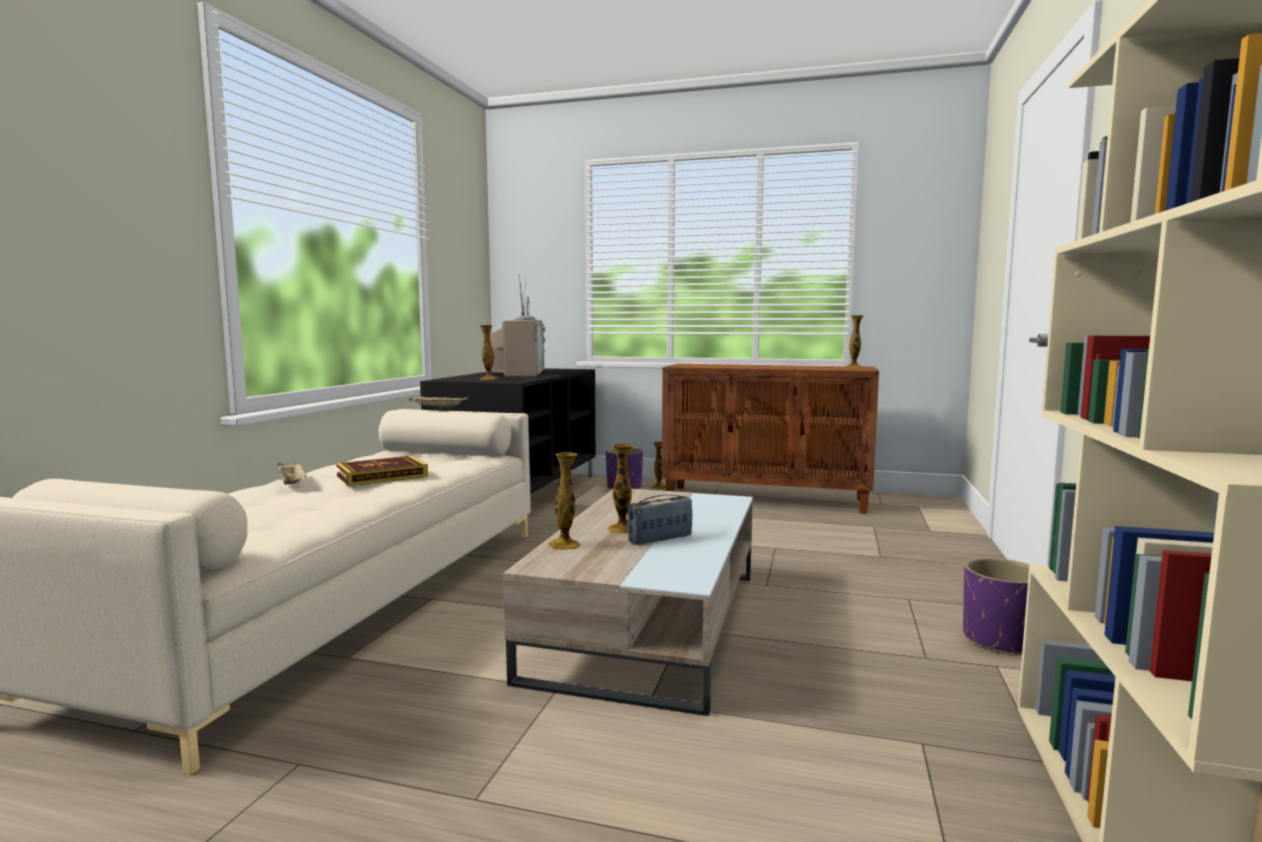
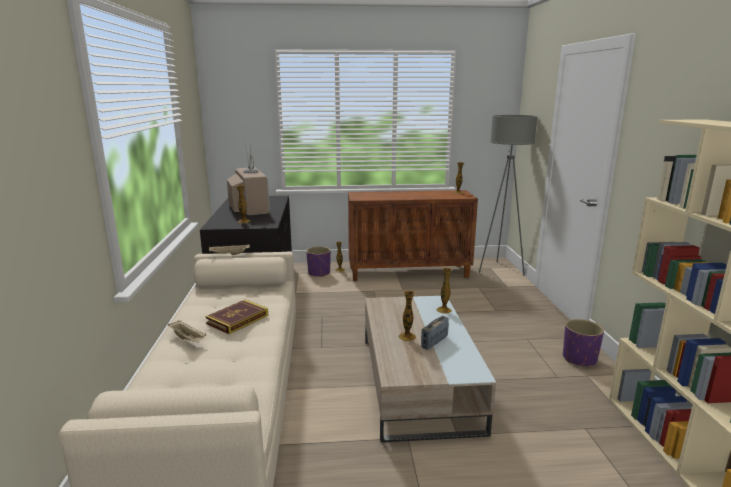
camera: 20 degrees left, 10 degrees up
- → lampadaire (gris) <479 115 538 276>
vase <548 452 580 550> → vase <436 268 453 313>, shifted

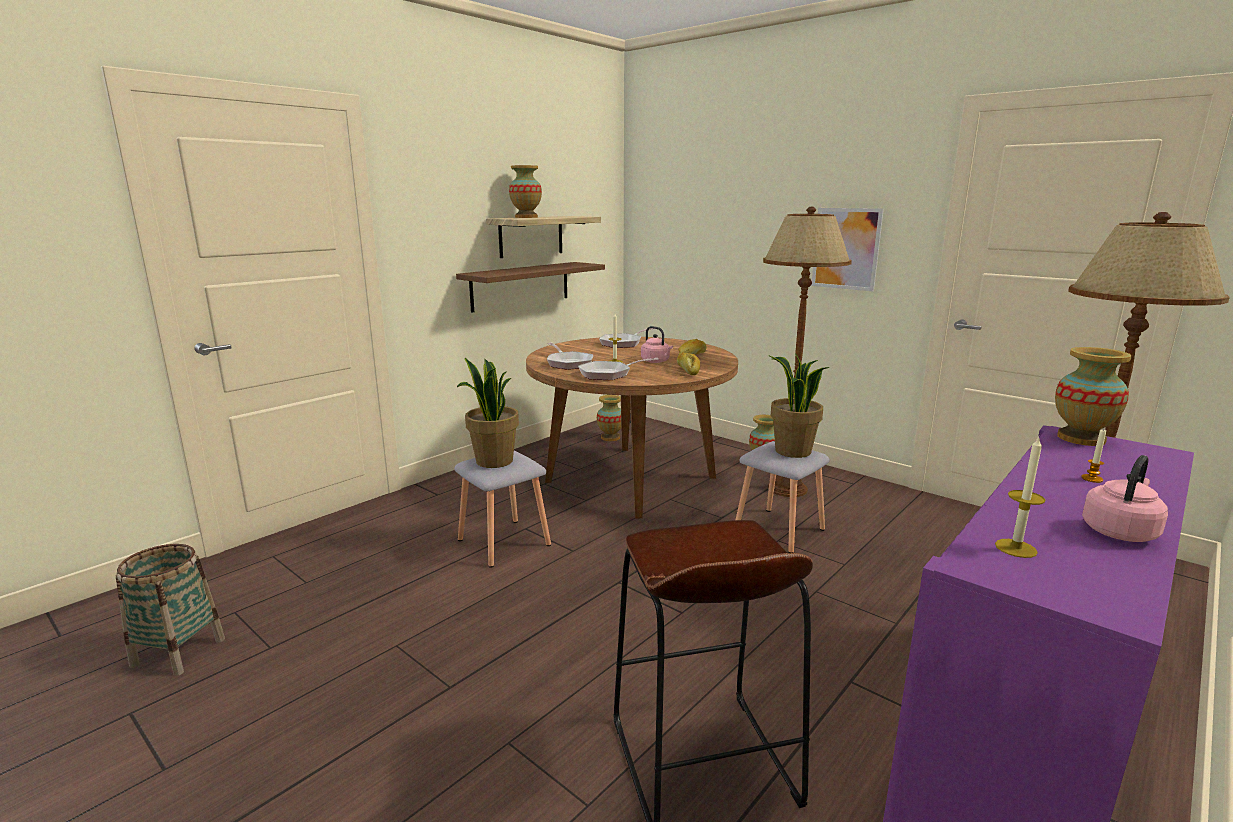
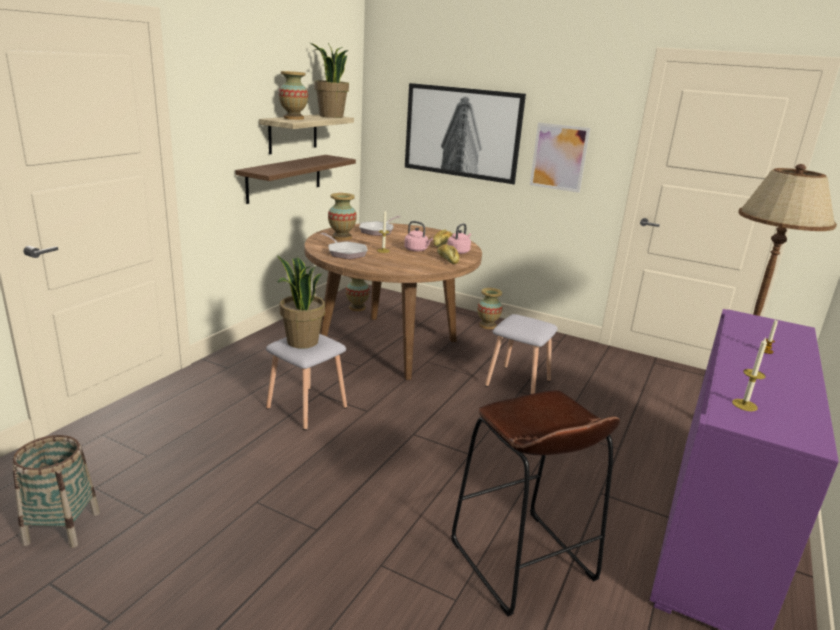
camera: 15 degrees left, 5 degrees up
poêle <578 358 659 380> → -
lampadaire (marron) <763 206 852 497> → -
- → tableau <405 83 526 184>
plante en pot <768 353 830 458> → plante en pot <310 43 349 118>, shifted
vase <1055 347 1132 446> → vase <328 193 357 240>, shifted
bouilloire (rose) <1082 455 1168 542> → bouilloire (rose) <447 223 471 254>, shifted

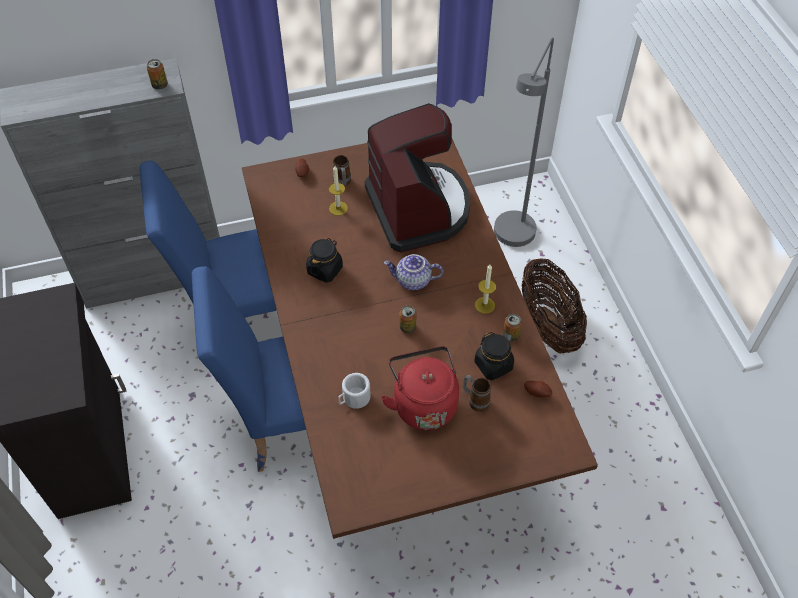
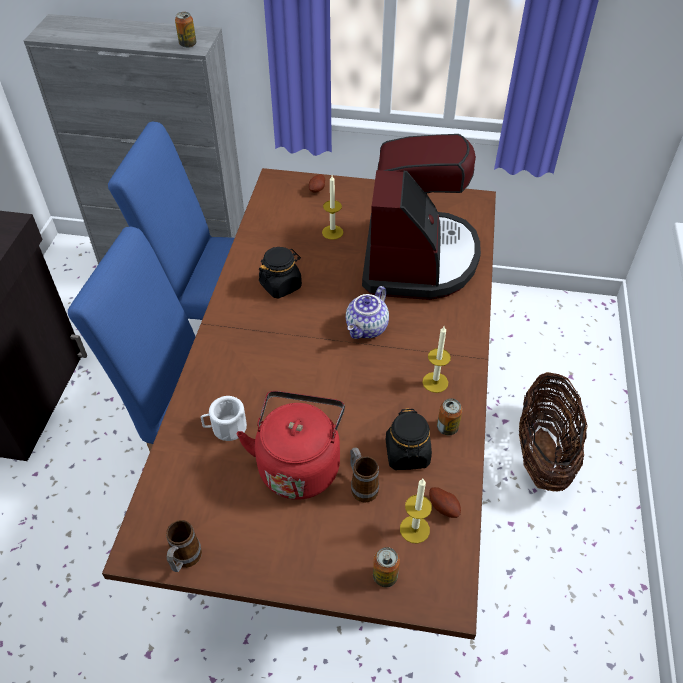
camera: 25 degrees right, 5 degrees down
lampadaire (gris) <494 37 554 247> → -
- → bougie <400 479 432 544>
mug <333 155 351 186> → mug <166 520 202 572>, shifted
boîte métallique <400 306 416 334> → boîte métallique <373 547 400 587>, shifted
théière <384 254 444 290> → théière <346 286 389 339>, 90 degrees counterclockwise

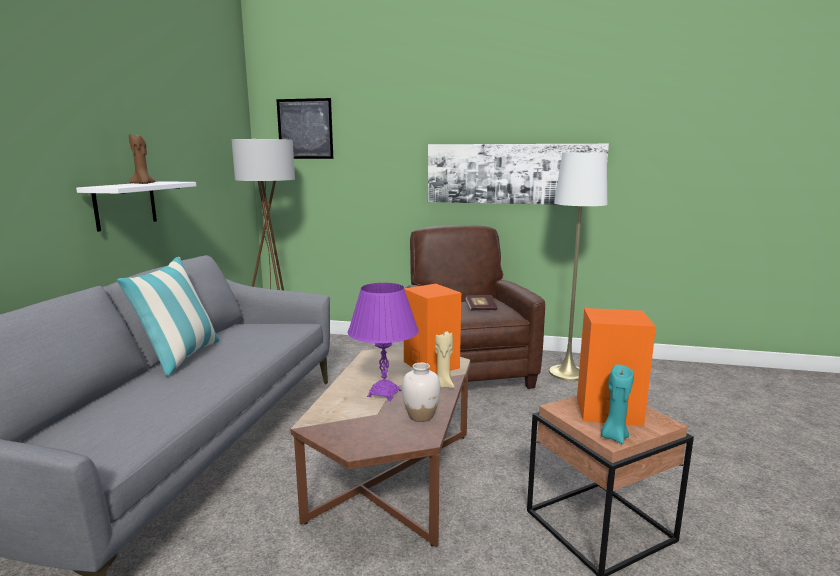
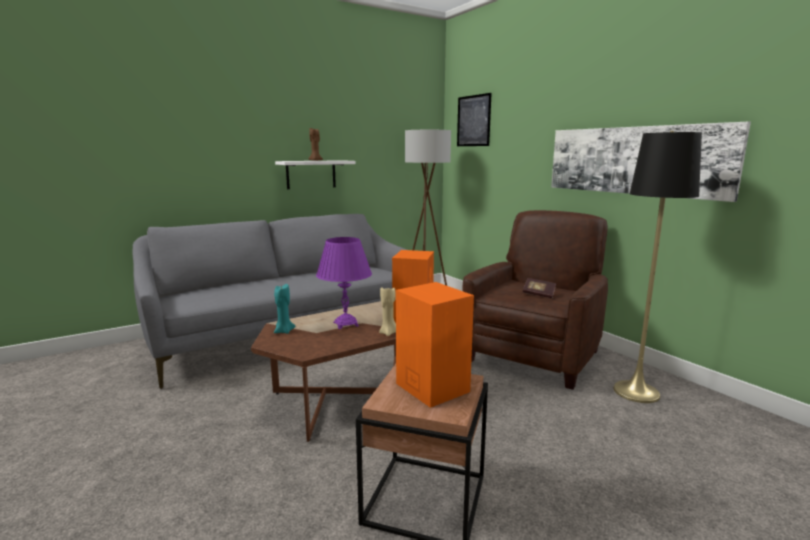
camera: 45 degrees right, 0 degrees up
coussin <117 257 220 376> → -
vase (blanc) <402 363 440 422> → -
bougie (turquoise) <601 365 634 444> → bougie (turquoise) <274 284 296 334>, shifted
lampadaire (blanc) <549 151 607 381> → lampadaire (noir) <613 131 702 403>

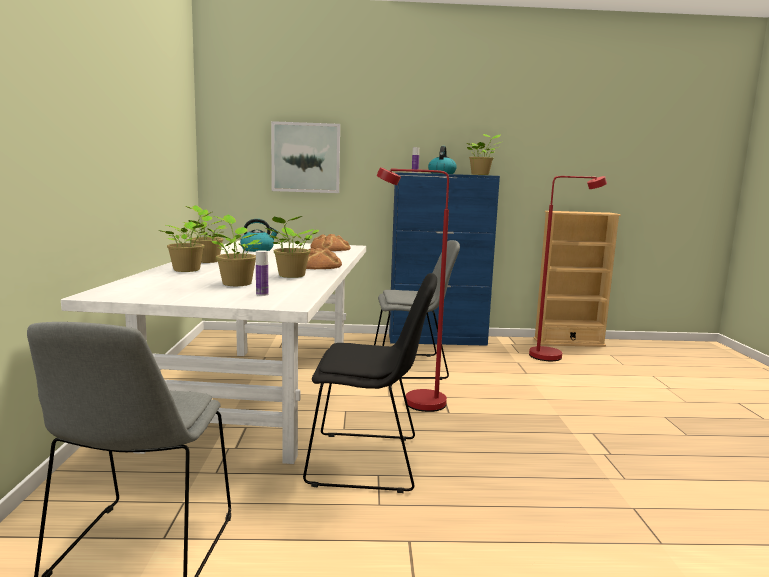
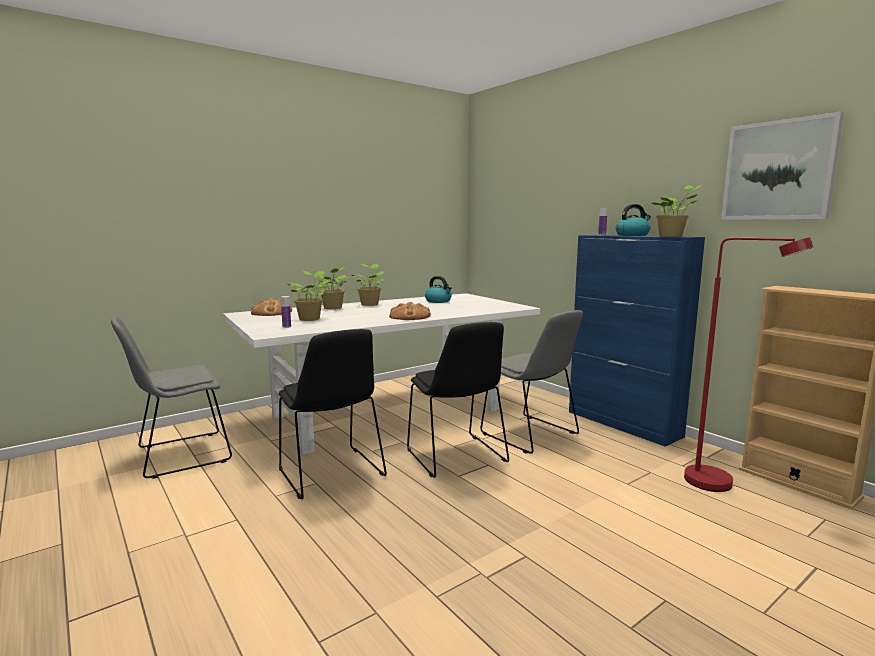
camera: 55 degrees right, 0 degrees up
plante en pot <265 216 319 278> → -
tableau <271 121 340 193> → tableau <721 112 844 220>, shifted
pain <311 234 350 251> → pain <251 298 292 316>, shifted
lampadaire (rouge) <376 167 449 412> → chaise (noir) <407 322 509 478>

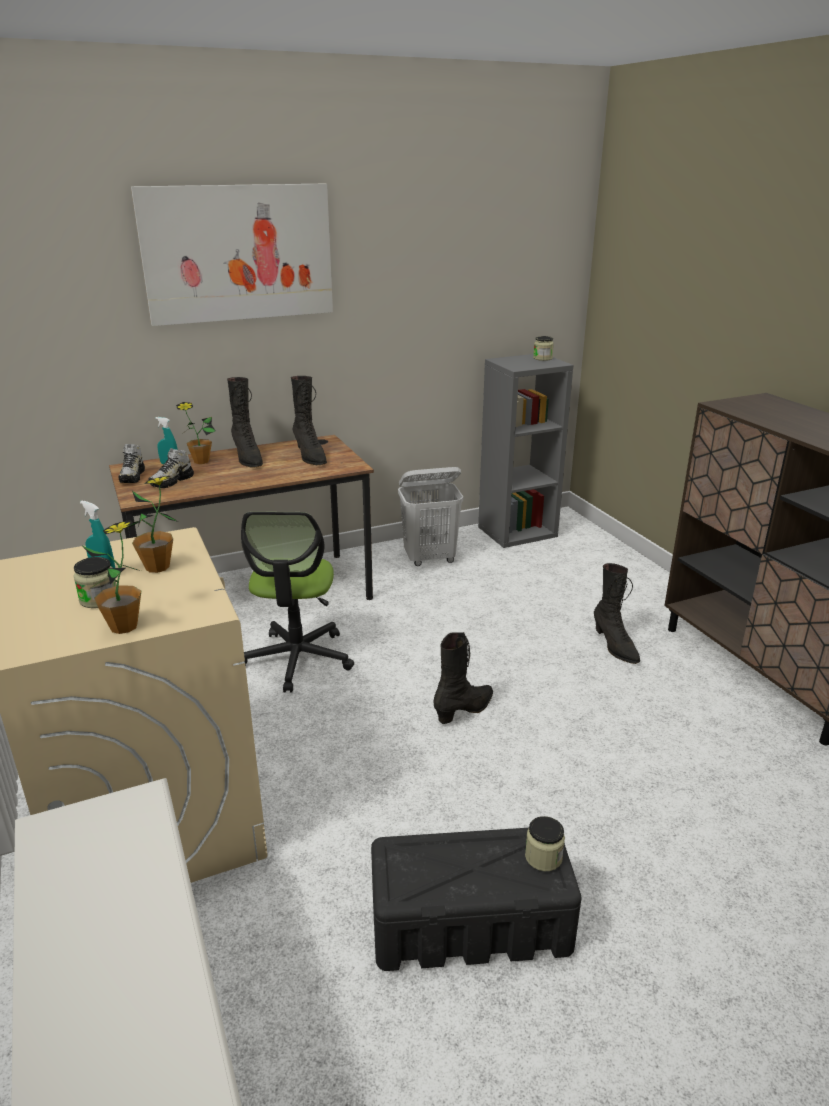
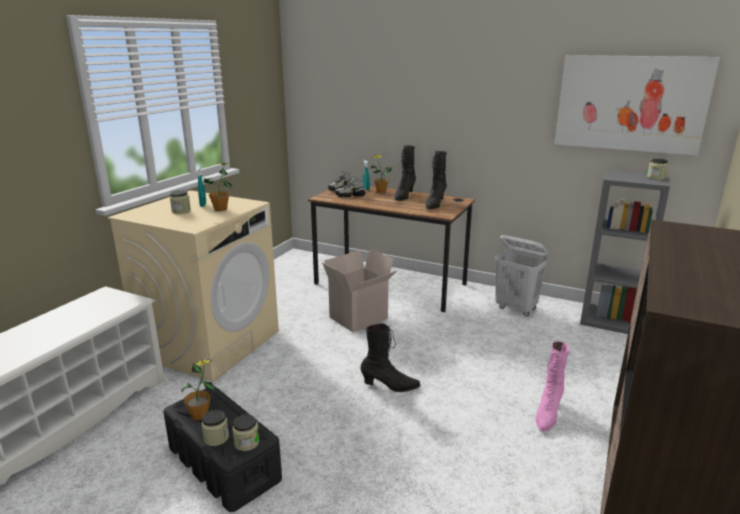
camera: 50 degrees right, 5 degrees down
- → bocal <201 410 229 446>
plante en pot <82 520 141 634> → plante en pot <179 359 215 420>, shifted
tableau <131 184 333 326> → tableau <554 55 720 155>, shifted
chaise de bureau <241 511 354 693> → carton <322 248 397 332>
botte (noir) <594 563 640 664> → botte (rose) <536 341 570 431>

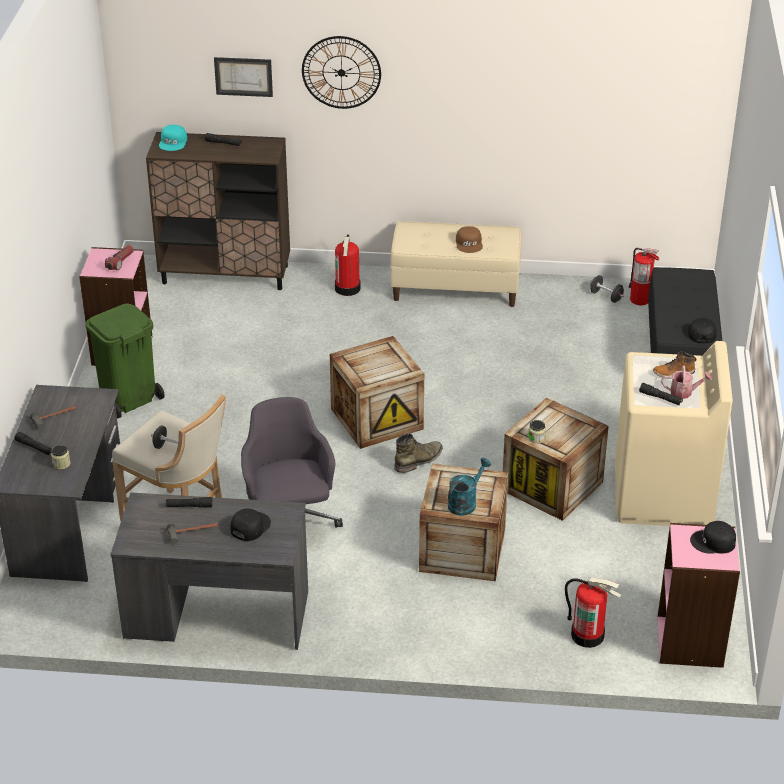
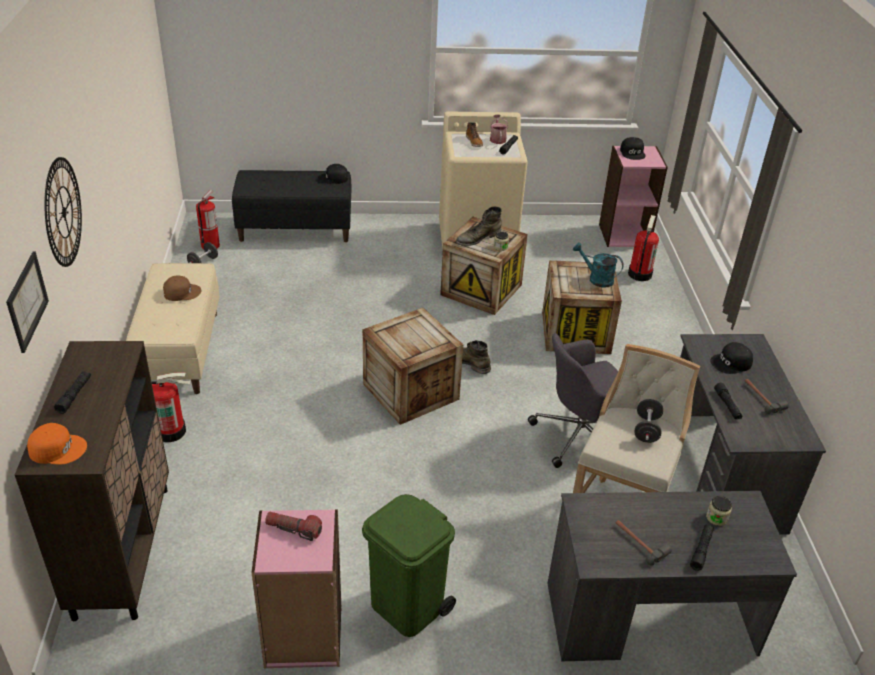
camera: 100 degrees left, 0 degrees up
- → botte (vert) <456 206 502 246>
casquette (turquoise) <159 125 187 151> → casquette (orange) <27 423 87 465>
casquette (noir) <230 508 271 541> → casquette (noir) <710 342 753 374>, 45 degrees counterclockwise

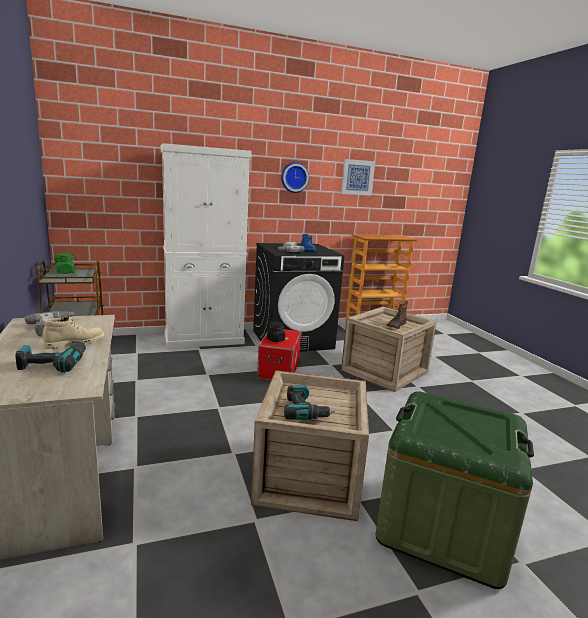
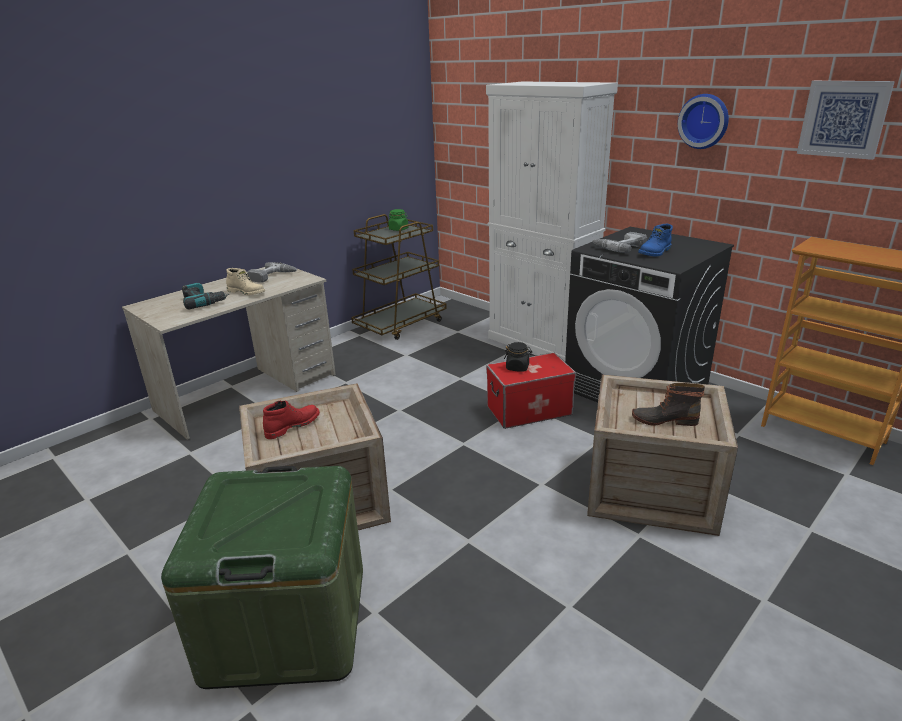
camera: 65 degrees right, 10 degrees up
perceuse <284 385 335 420> → botte (rouge) <263 401 320 439>

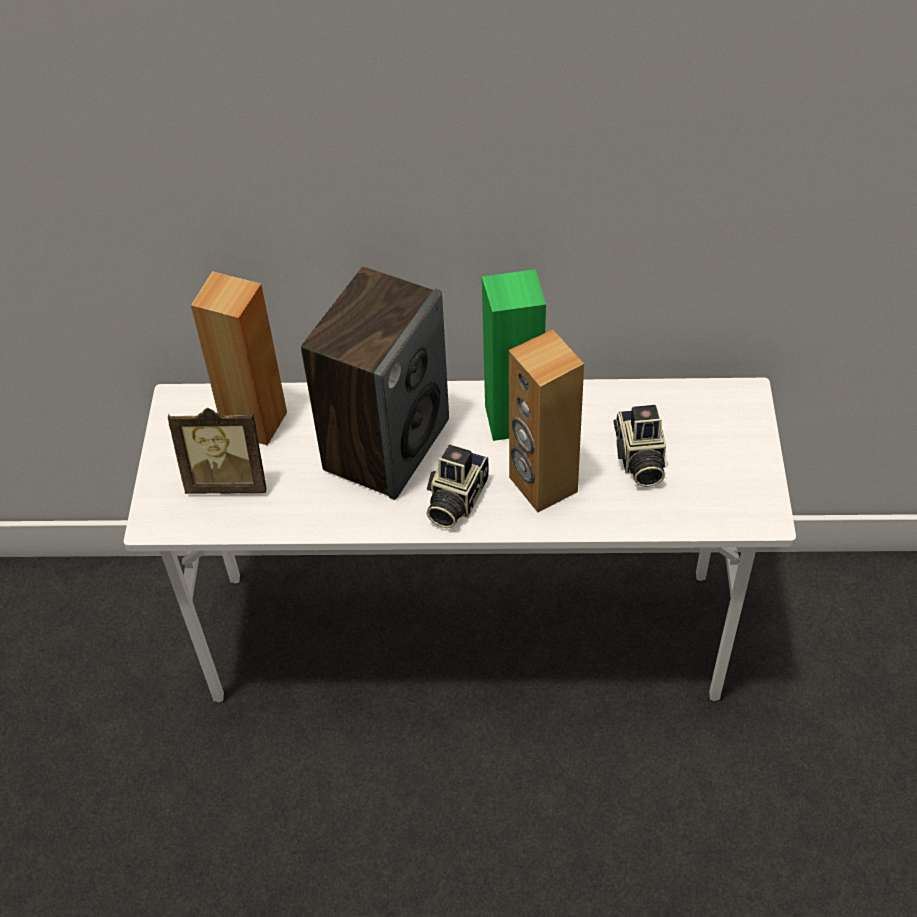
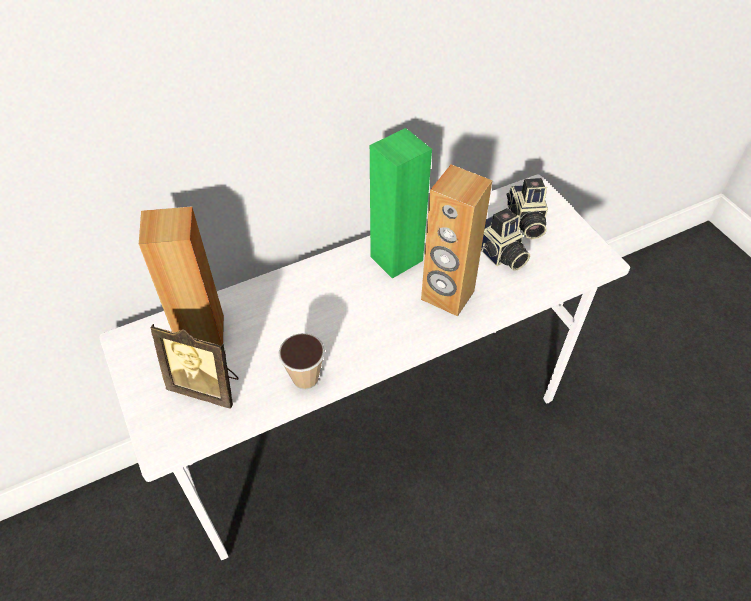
camera: 30 degrees left, 0 degrees up
enceinte <301 267 449 500> → -
- → tasse <278 333 325 390>
appareil photo <426 445 489 528> → appareil photo <507 178 548 239>, shifted
cadre photo <168 408 266 494> → cadre photo <150 324 239 409>, 45 degrees clockwise

